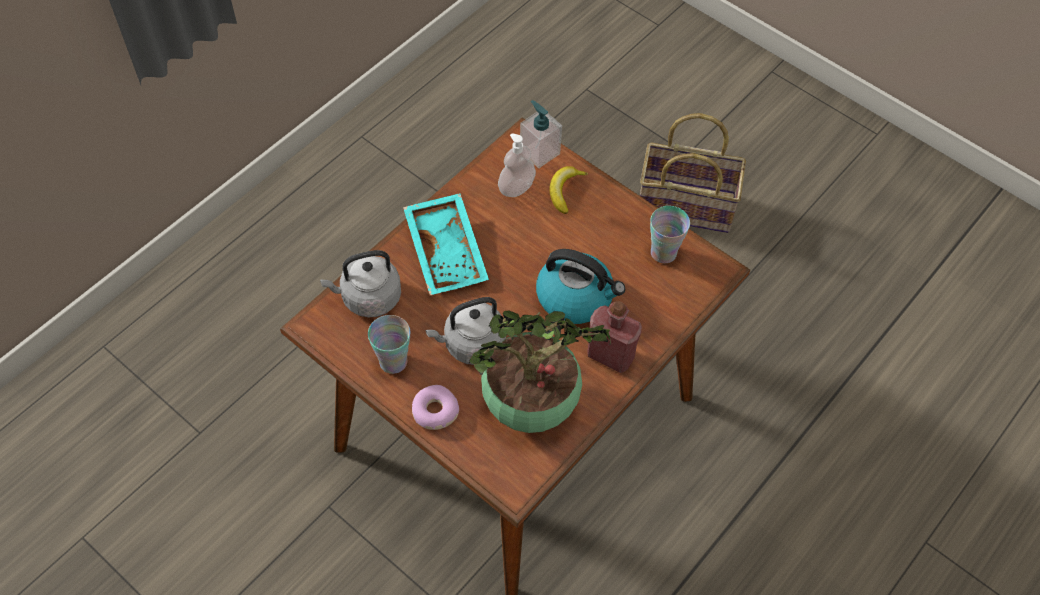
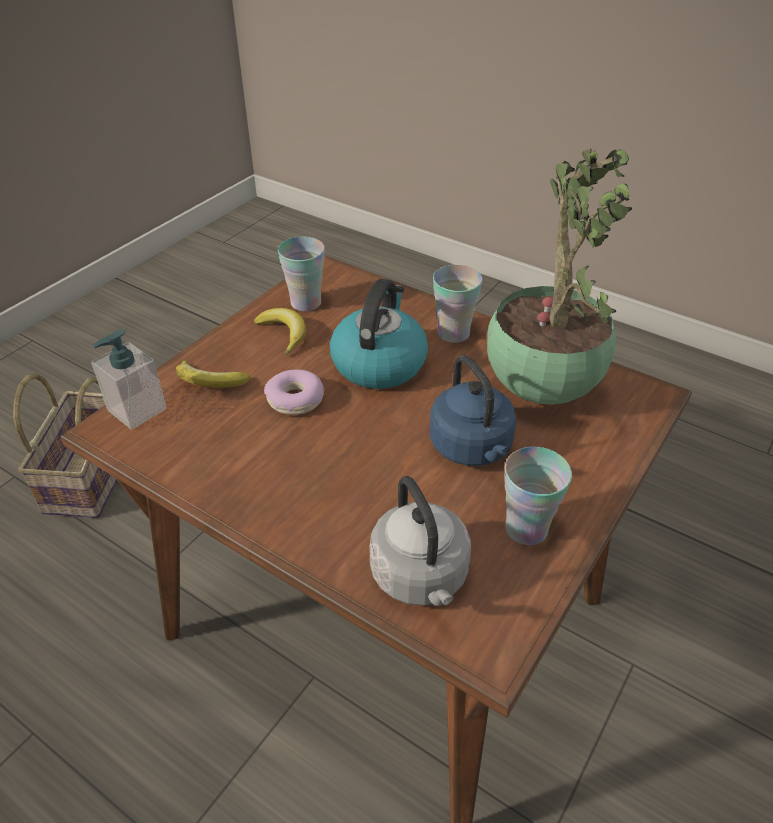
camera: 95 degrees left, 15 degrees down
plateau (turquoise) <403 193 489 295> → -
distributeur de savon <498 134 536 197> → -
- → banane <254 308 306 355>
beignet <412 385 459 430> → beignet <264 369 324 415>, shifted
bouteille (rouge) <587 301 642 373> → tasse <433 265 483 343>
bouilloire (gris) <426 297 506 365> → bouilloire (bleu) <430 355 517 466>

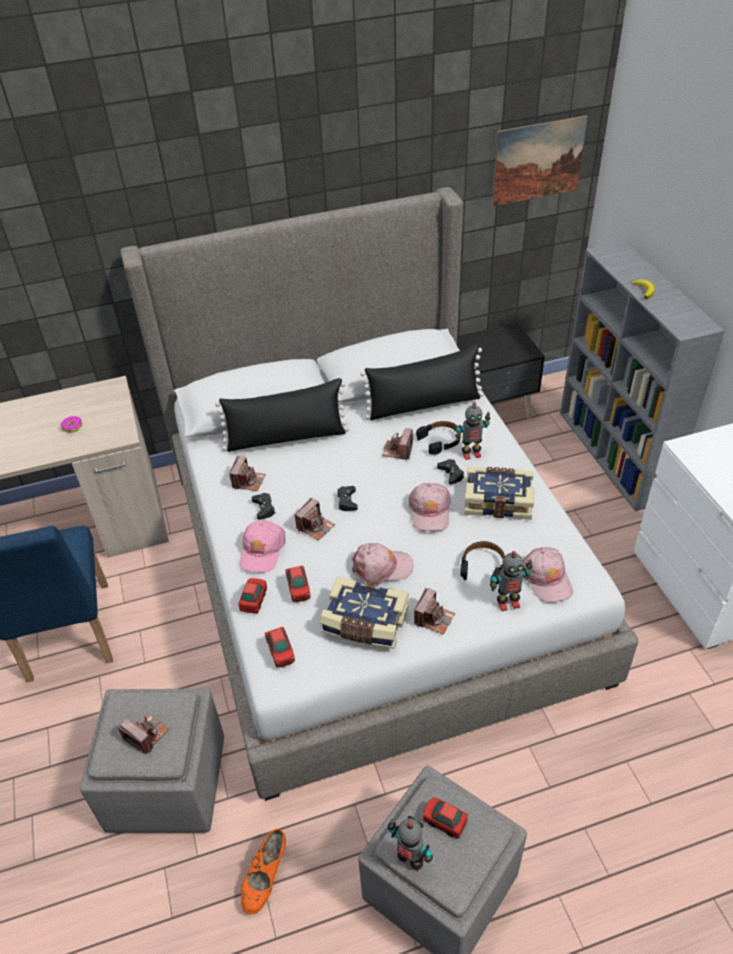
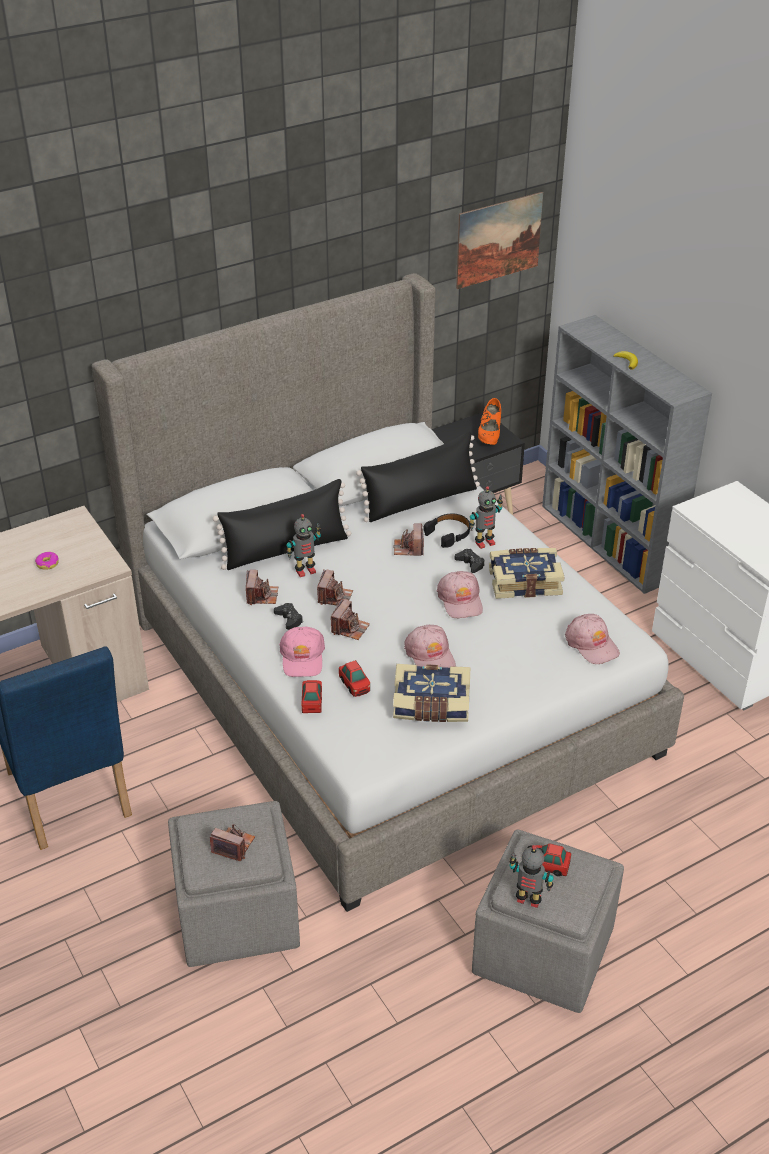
camera: 15 degrees left, 5 degrees down
petite voiture <265 627 295 668> → -
manette (noir) <337 486 358 511> → -
casque audio (noir) <460 541 505 585> → -
chaussure (orange) <241 829 286 914> → chaussure (orange) <478 398 501 445>, shifted
appareil photo <414 588 455 635> → appareil photo <317 569 353 606>, shifted
robot jouet <490 551 533 611> → robot jouet <286 514 321 577>, shifted
casquette (rose) <351 543 413 585> → casquette (rose) <404 625 456 668>, 90 degrees clockwise

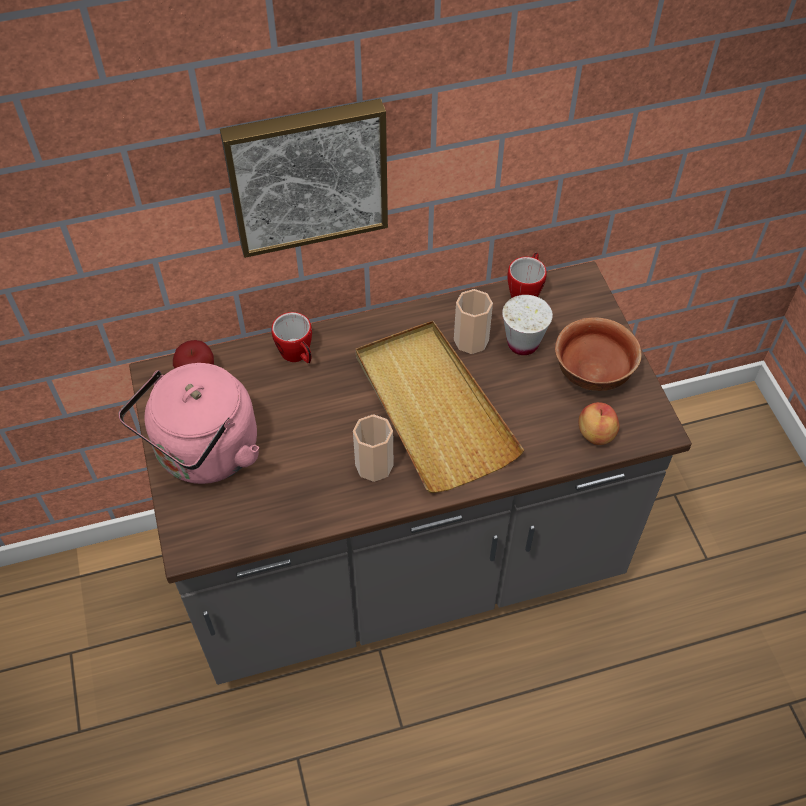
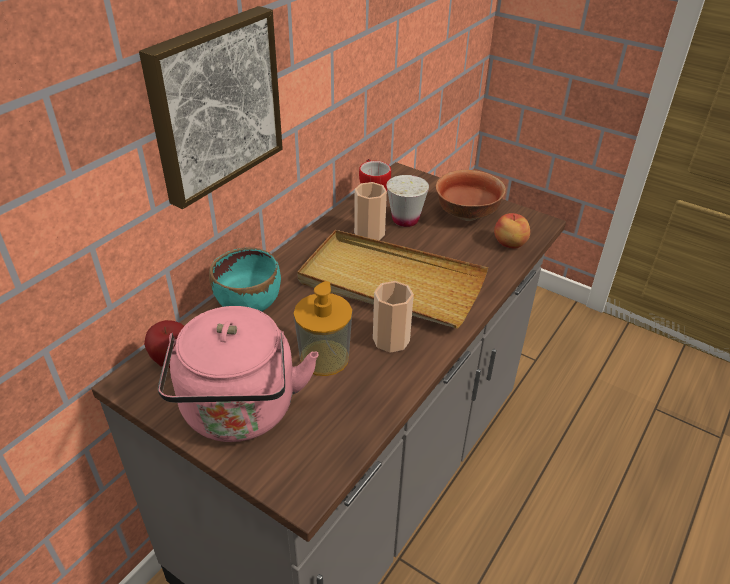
camera: 40 degrees left, 15 degrees down
- → distributeur de savon <294 281 352 376>
mug <271 312 312 363> → bol (turquoise) <209 247 281 312>

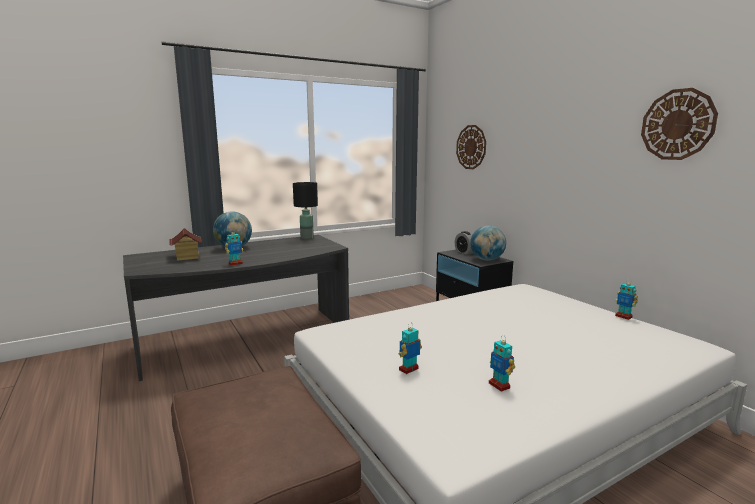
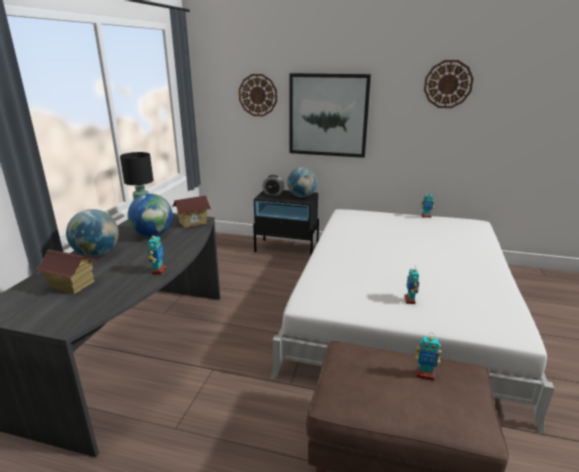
camera: 45 degrees left, 10 degrees up
- → globe <128 194 173 237>
- → maison miniature <172 196 211 228>
- → tableau <289 73 371 158>
robot jouet <489 335 515 392> → robot jouet <415 333 442 381>, shifted

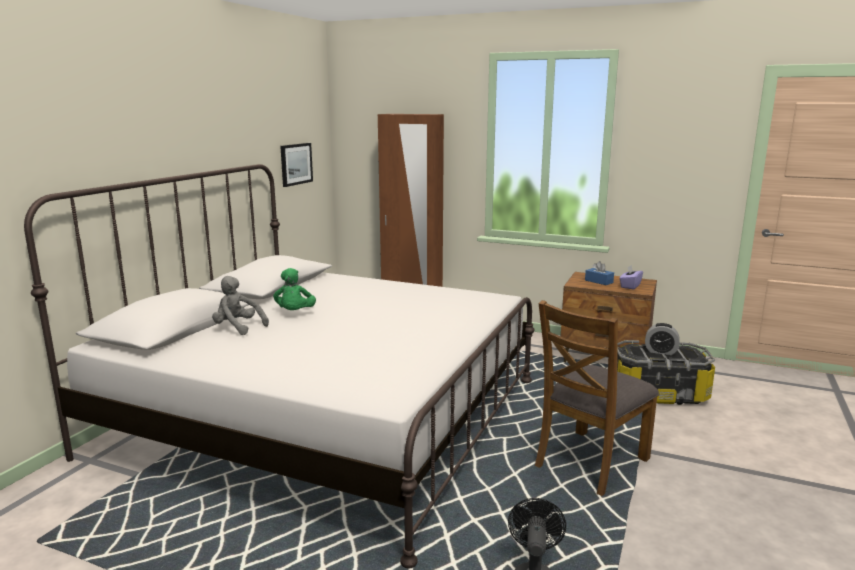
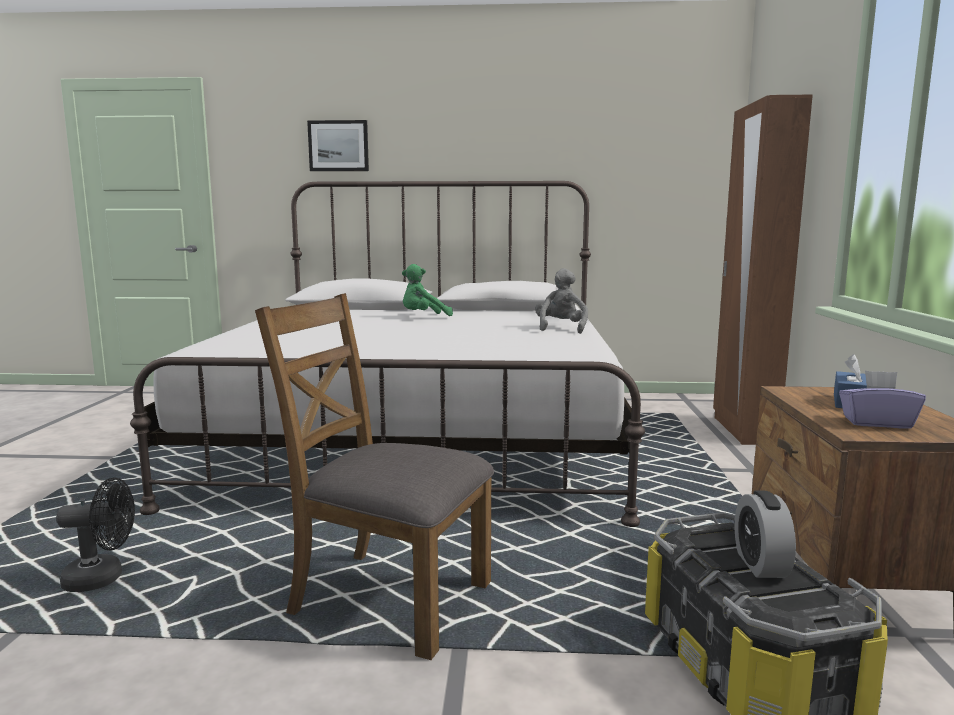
camera: 70 degrees right, 5 degrees down
peluche (gris) <212 276 269 335> → peluche (gris) <535 268 588 334>, shifted
tableau <280 143 313 187> → tableau <307 120 369 171>, shifted

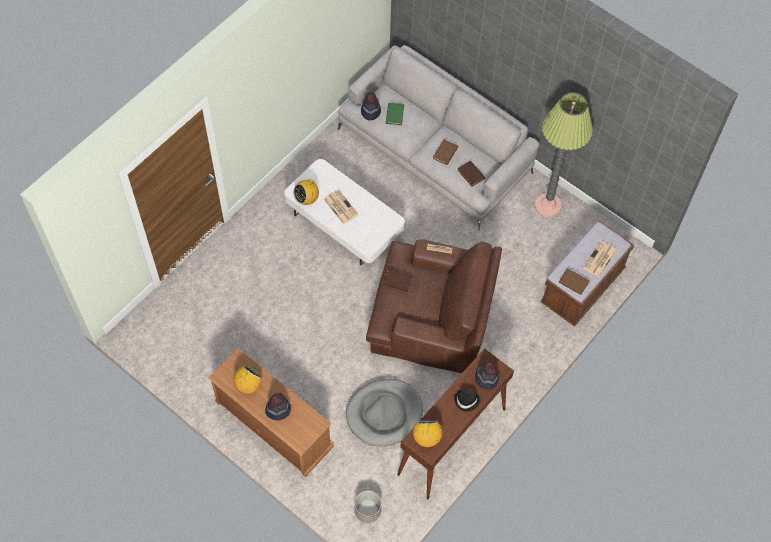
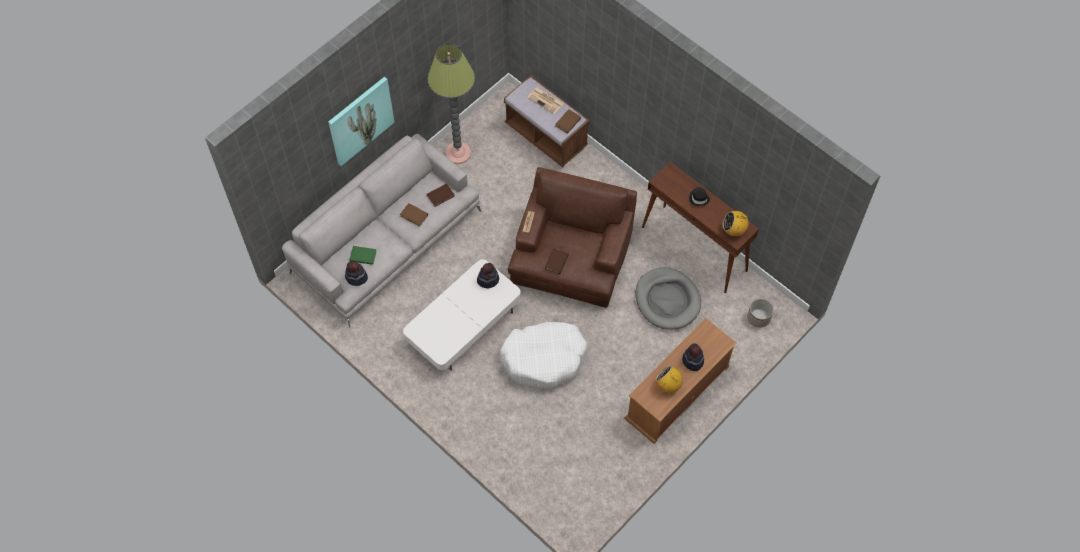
camera: 85 degrees left, 0 degrees up
radio <293 175 319 205> → -
journal <324 189 359 224> → -
- → tableau <328 77 394 166>
- → panier pour chien (blanc) <500 322 588 389>
chapeau <475 362 499 390> → chapeau <477 263 499 288>, shifted

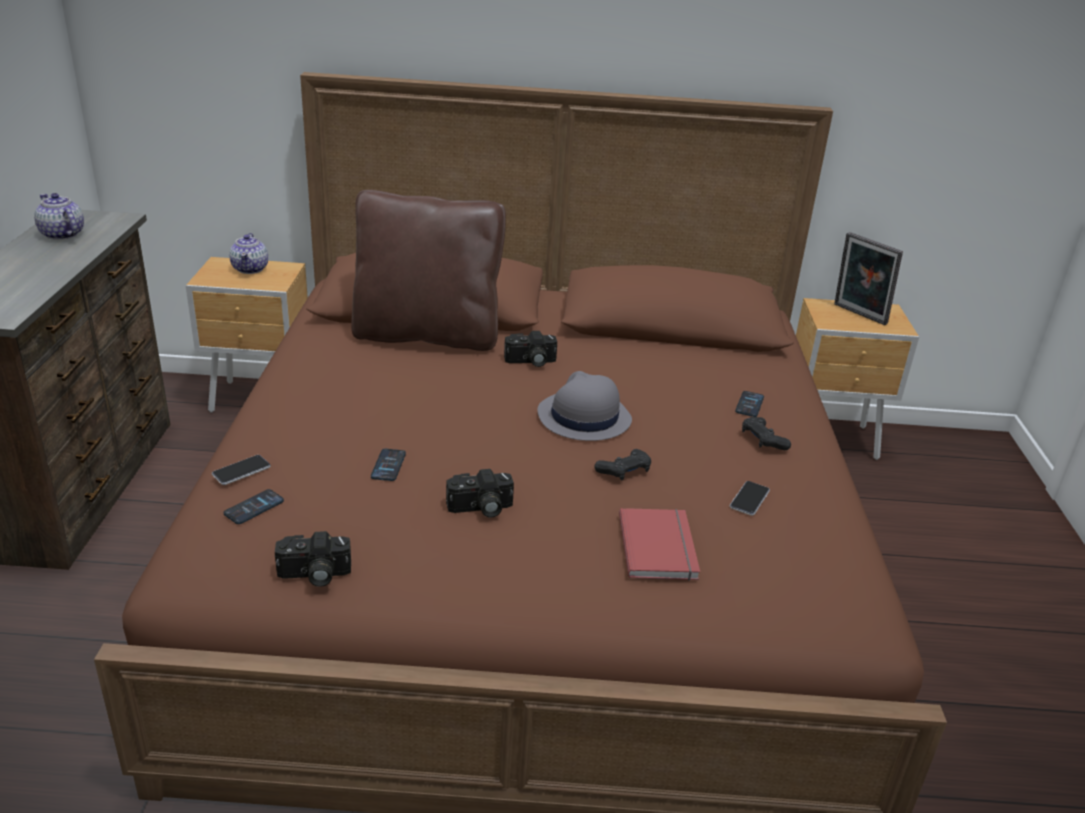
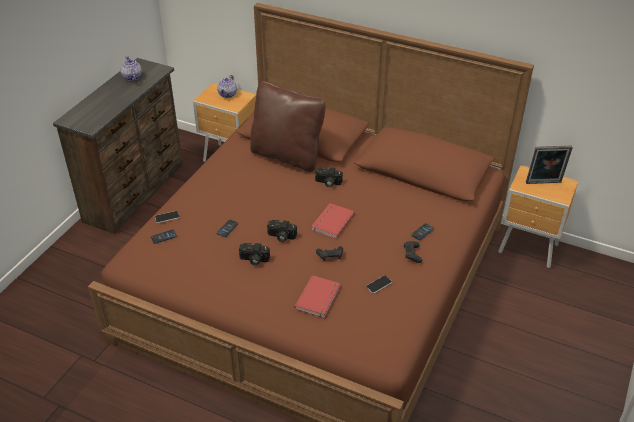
camera: 25 degrees right, 10 degrees up
appareil photo <275 531 351 587> → appareil photo <267 220 297 242>, shifted
chapeau (gris) <537 371 632 441> → livre (rouge) <311 203 355 239>
cadre photo <834 232 903 325> → cadre photo <526 146 573 184>, 75 degrees counterclockwise

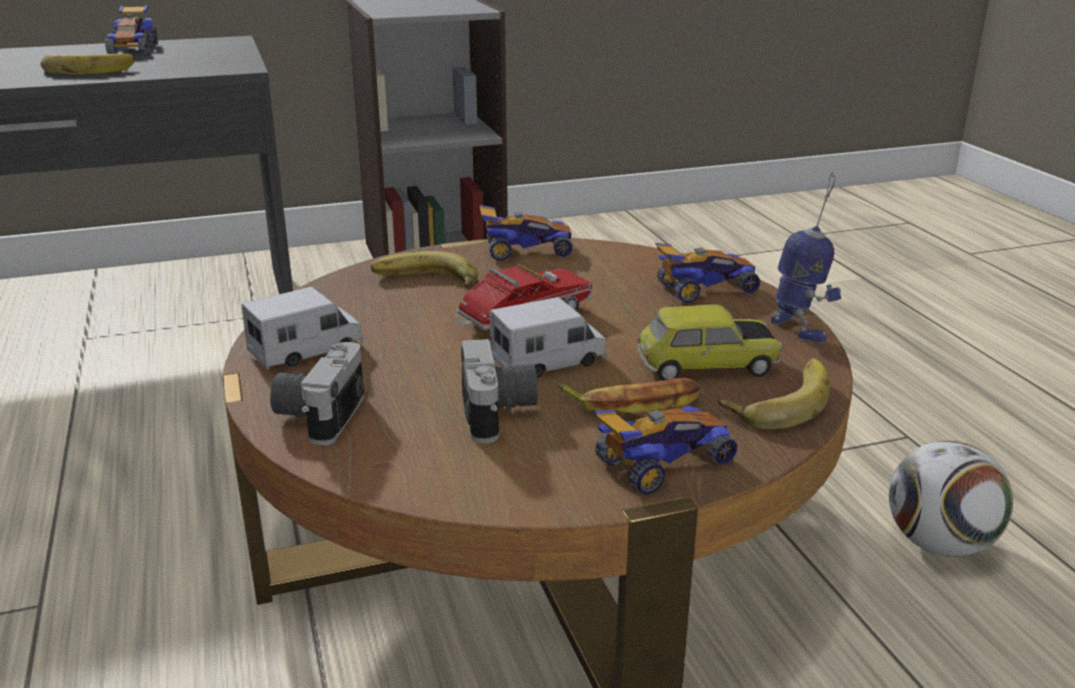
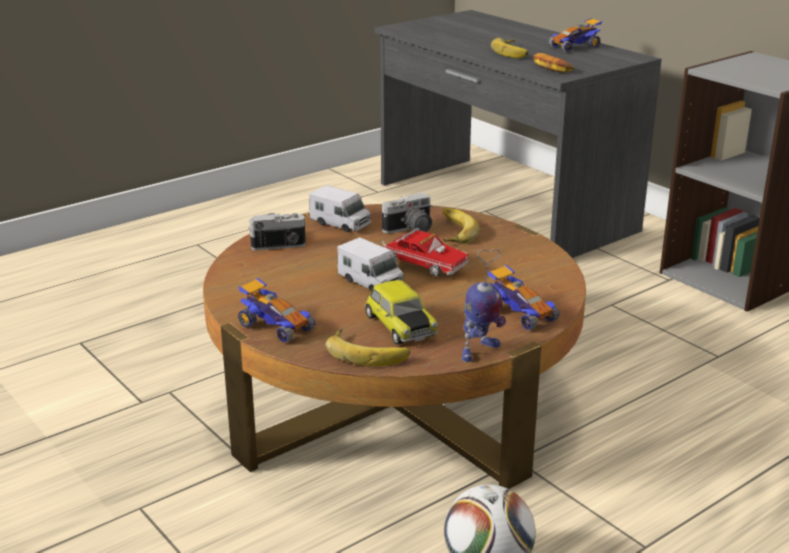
camera: 70 degrees right, 0 degrees up
petite voiture <480 205 573 261> → -
appareil photo <461 339 538 443> → appareil photo <382 192 433 233>, shifted
banane <558 378 700 416> → banane <533 53 574 72>, shifted

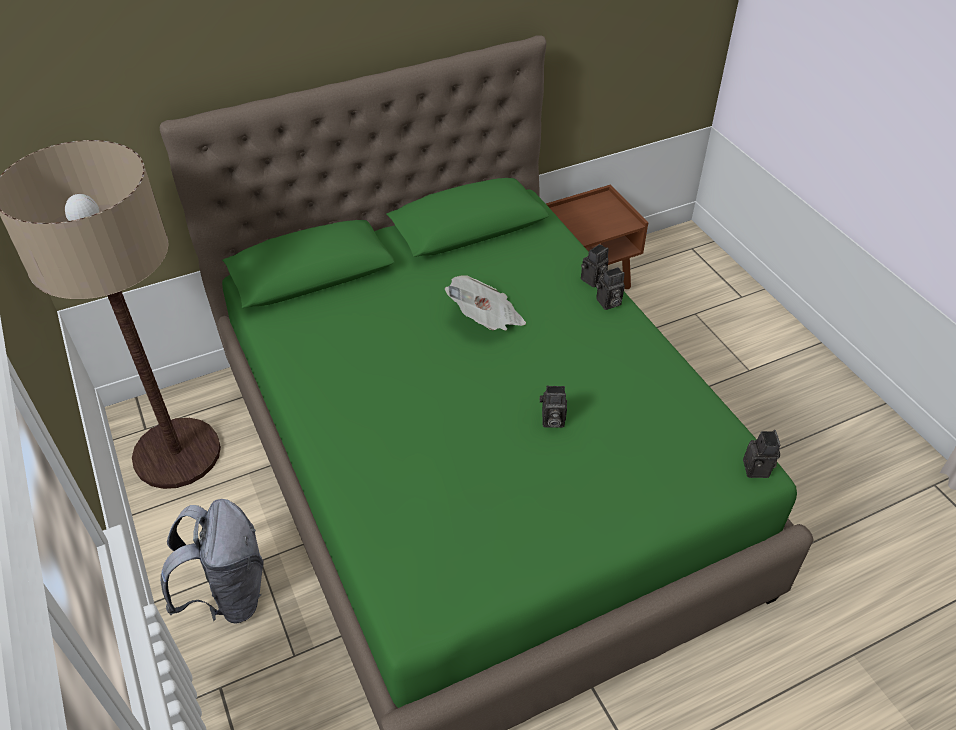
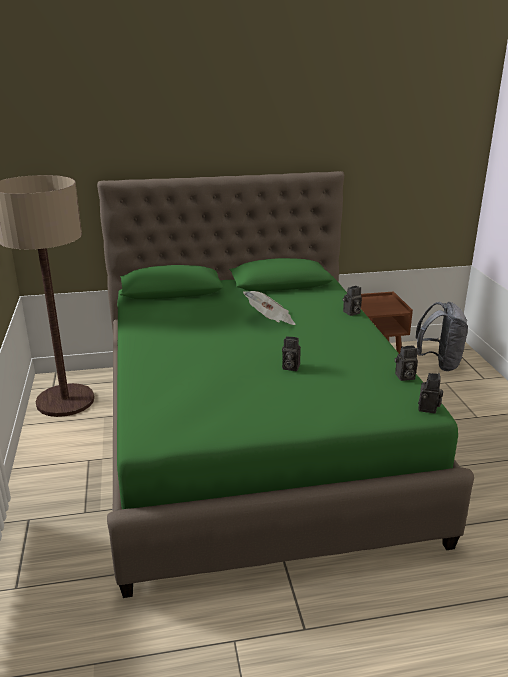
camera: 15 degrees right, 20 degrees down
sac à dos (gris) <160 499 264 624> → sac à dos (gris) <415 302 468 371>, shifted
appareil photo <596 267 625 310> → appareil photo <395 345 418 381>, shifted

